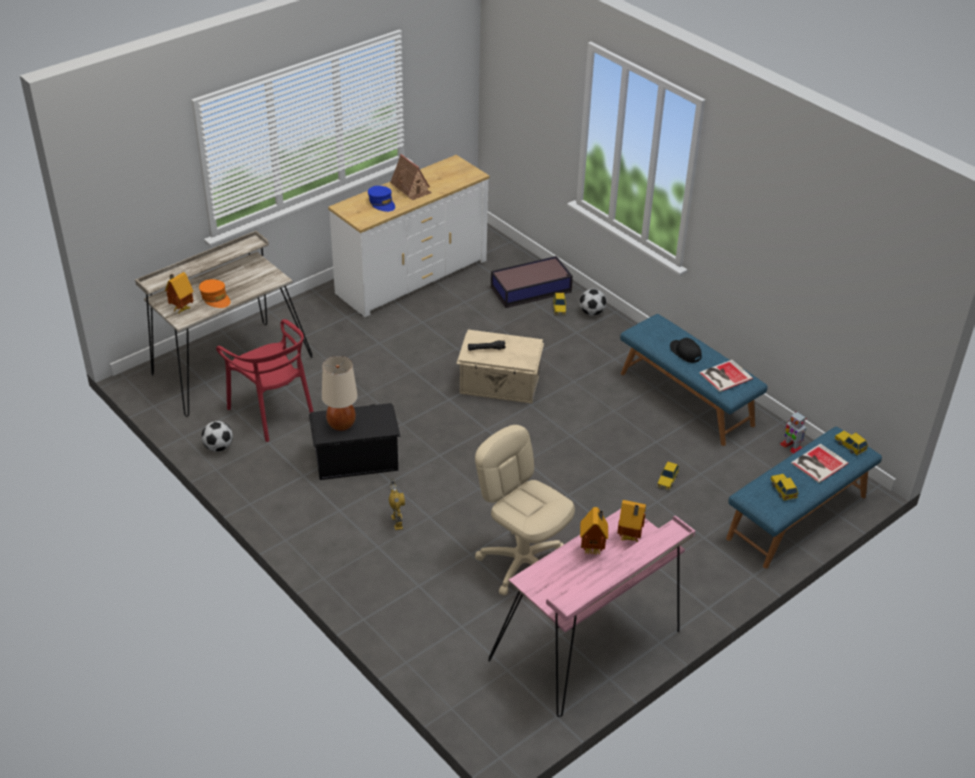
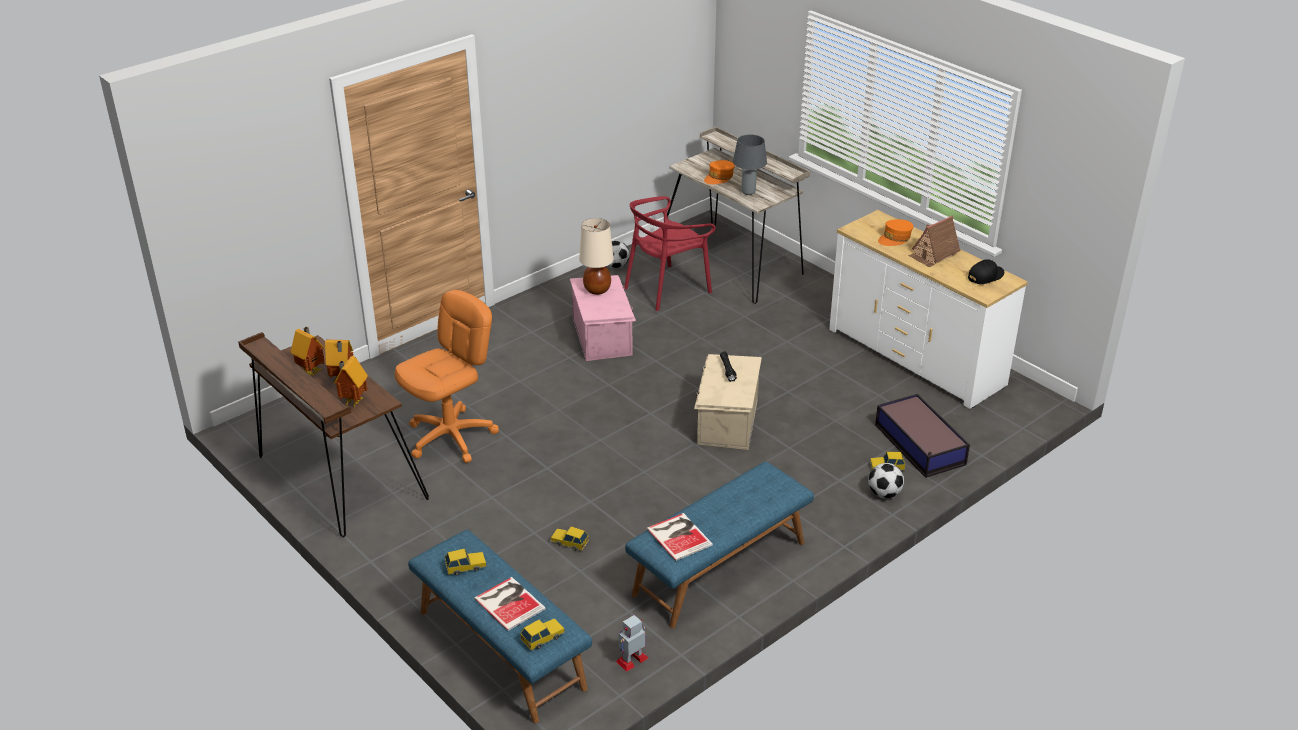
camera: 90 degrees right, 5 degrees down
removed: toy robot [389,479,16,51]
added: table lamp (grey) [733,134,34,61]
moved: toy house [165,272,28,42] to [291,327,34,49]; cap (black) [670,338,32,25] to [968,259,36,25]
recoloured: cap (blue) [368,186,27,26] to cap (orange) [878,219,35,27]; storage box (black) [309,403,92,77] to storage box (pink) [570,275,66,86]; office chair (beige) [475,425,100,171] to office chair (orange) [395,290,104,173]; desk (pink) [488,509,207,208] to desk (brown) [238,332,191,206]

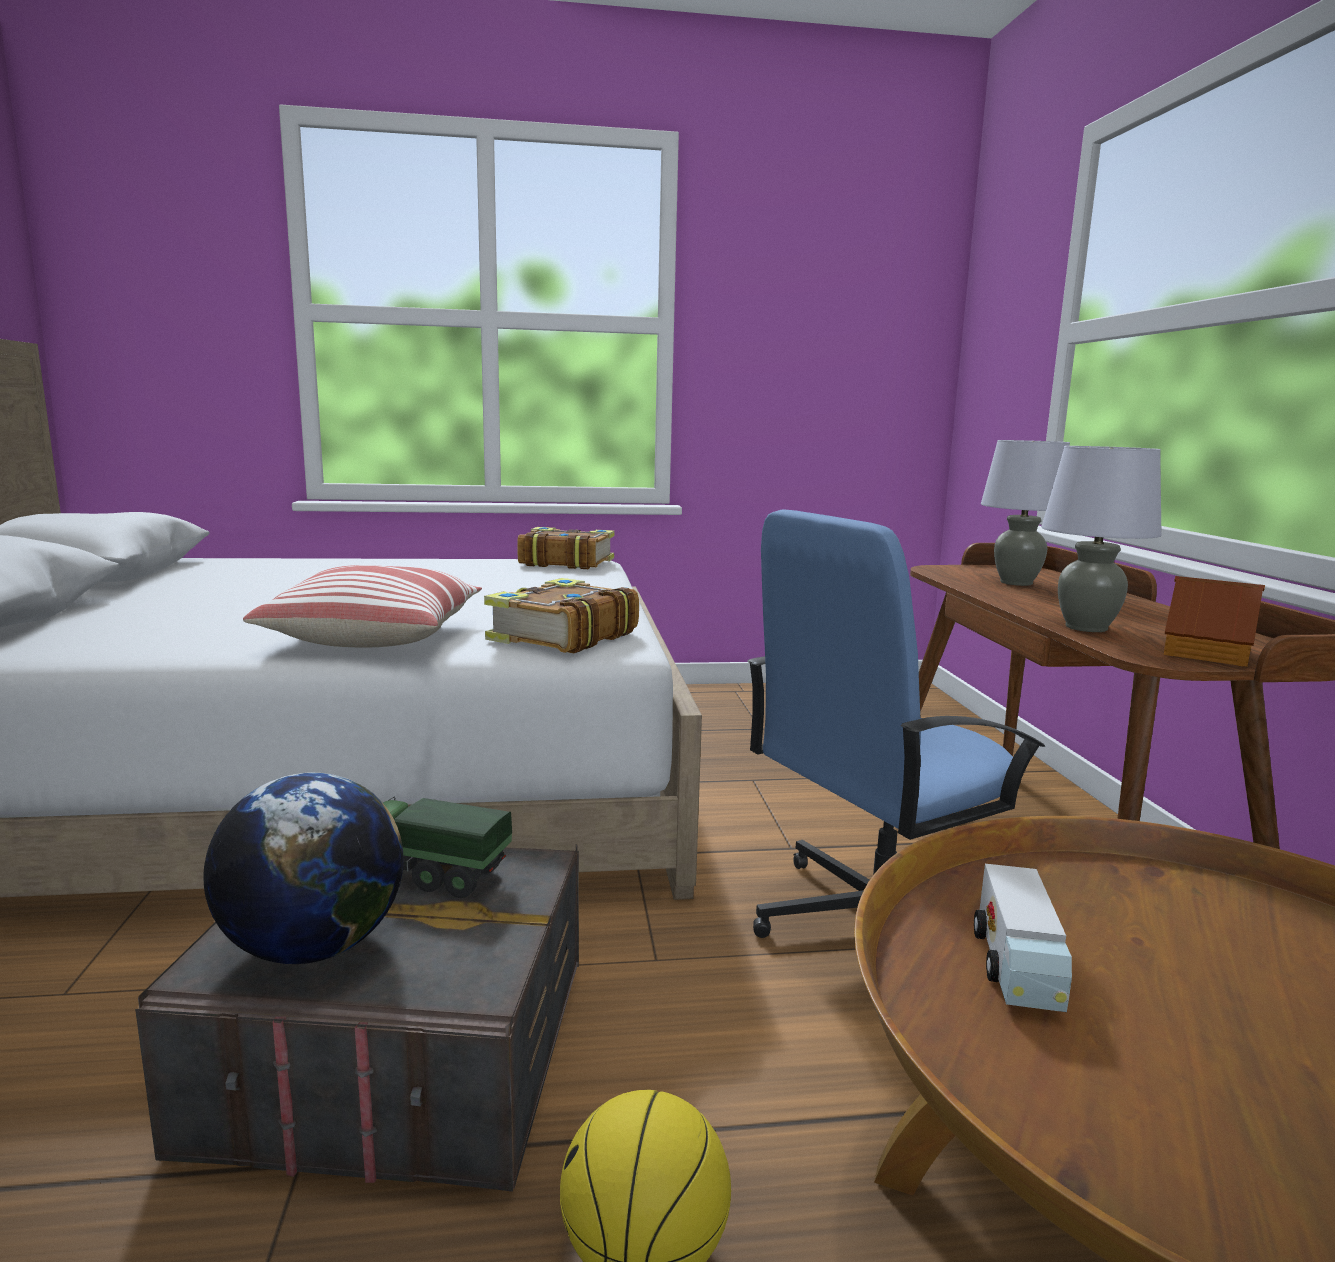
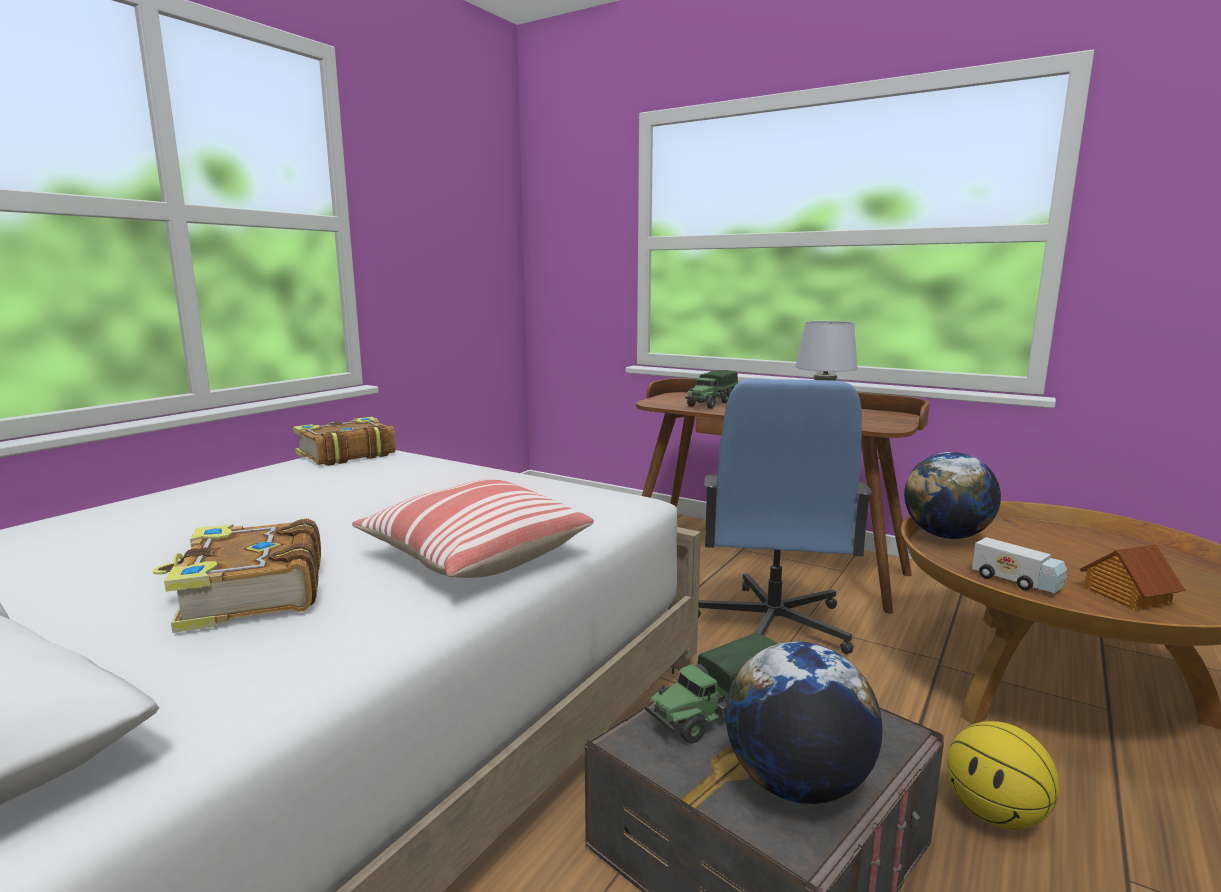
camera: 50 degrees left, 0 degrees up
added: globe [904,452,97,87]
moved: toy house [1164,576,101,91] to [1080,544,105,67]; book [484,578,155,75] to [153,518,168,115]
replaced: table lamp (grey) [981,440,89,146] to toy truck [685,370,53,39]

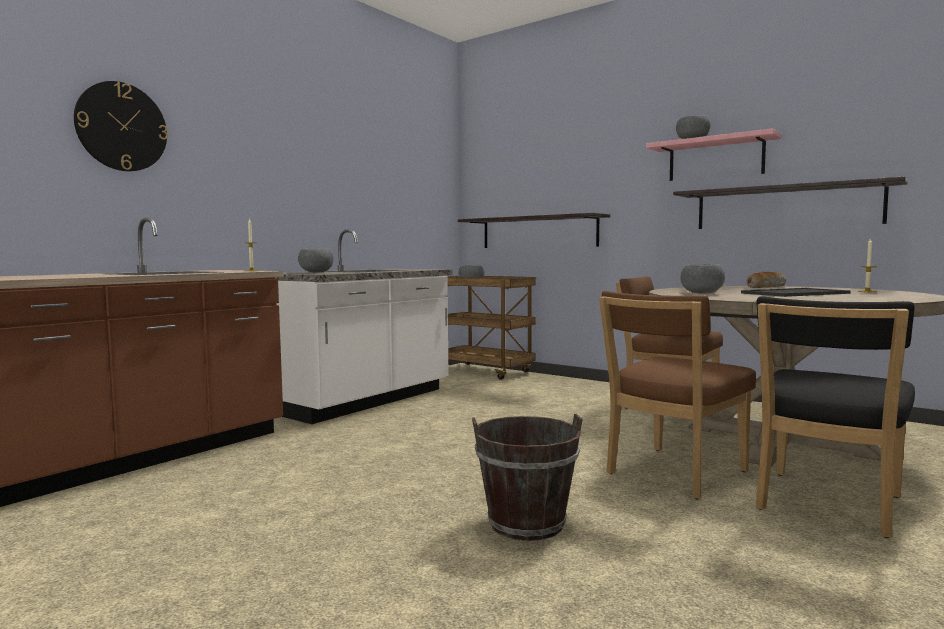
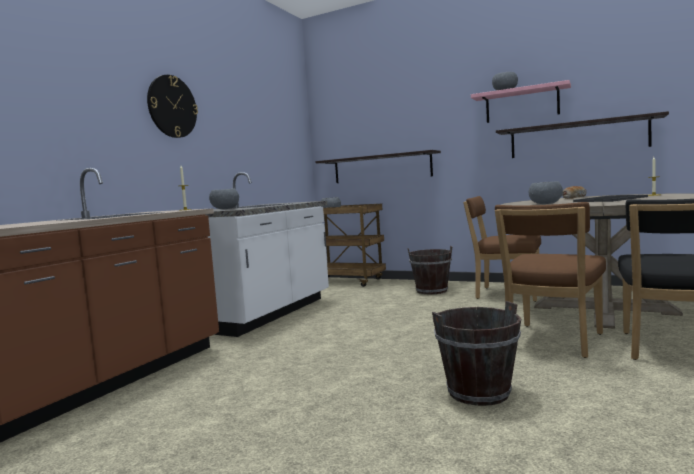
camera: 10 degrees left, 0 degrees up
added: bucket (brown) [408,246,44,48]
moved: wall clock [74,81,94,90] to [147,75,51,63]

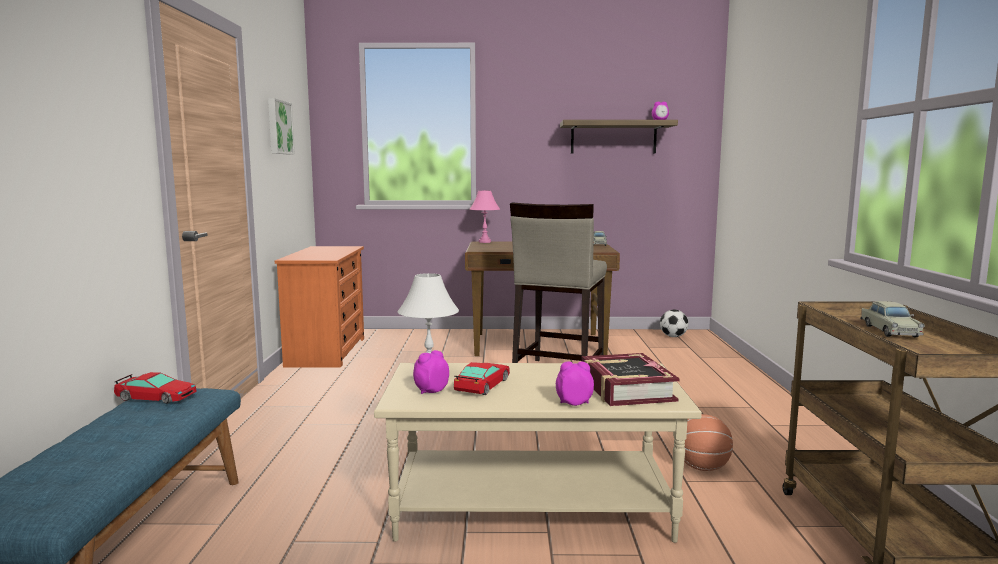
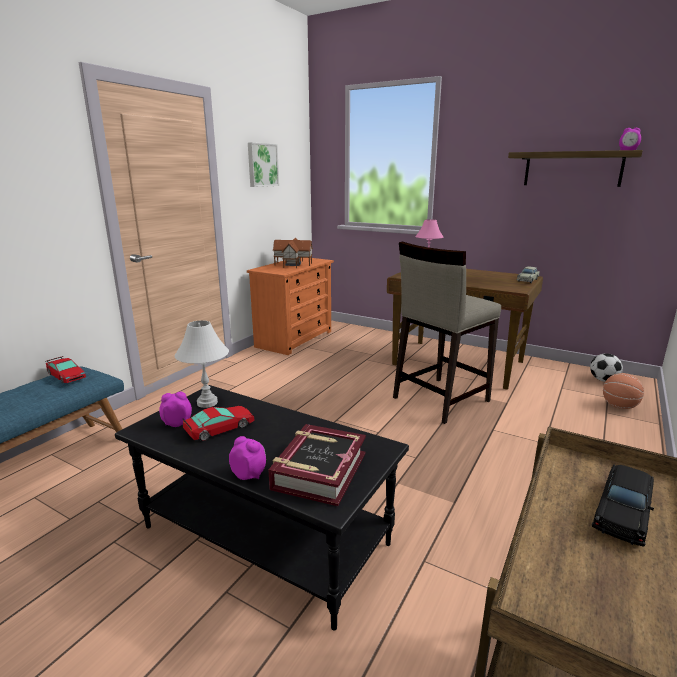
camera: 30 degrees right, 10 degrees up
added: toy house [273,238,40,30]
moved: basketball [684,414,49,57] to [603,373,41,36]
recoloured: toy car (beige) [860,301,65,36] to toy car (black) [592,464,62,83]; coffee table (beige) [374,363,328,180] to coffee table (black) [115,385,294,246]

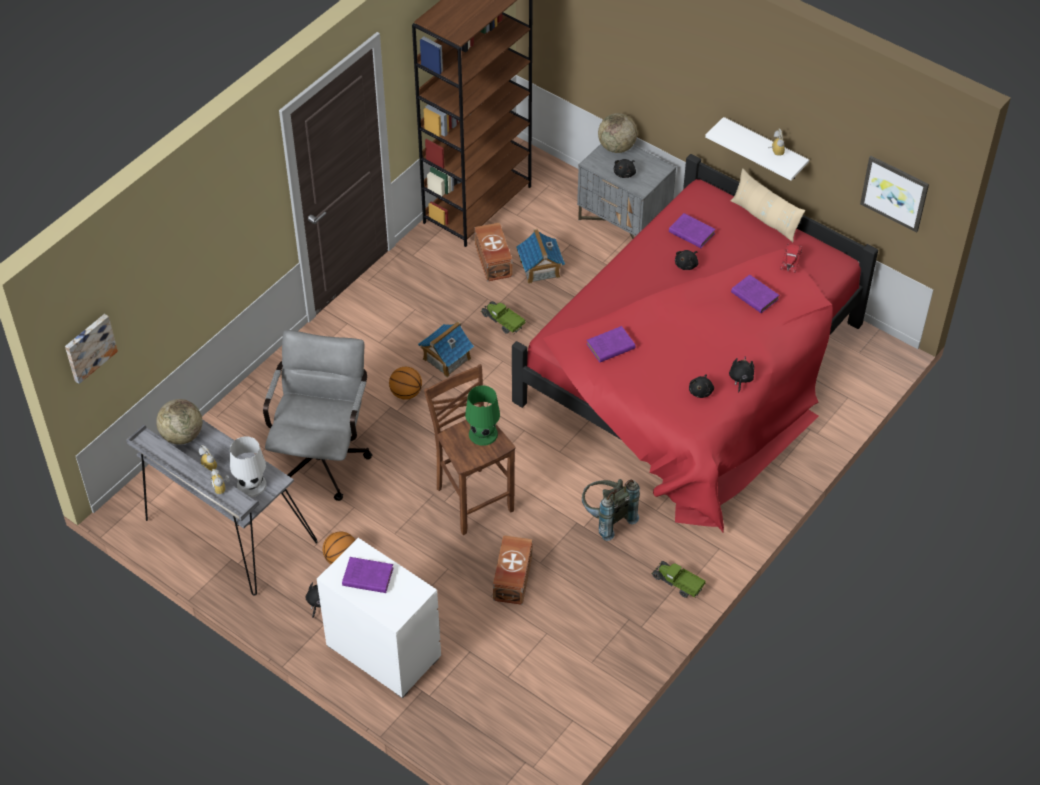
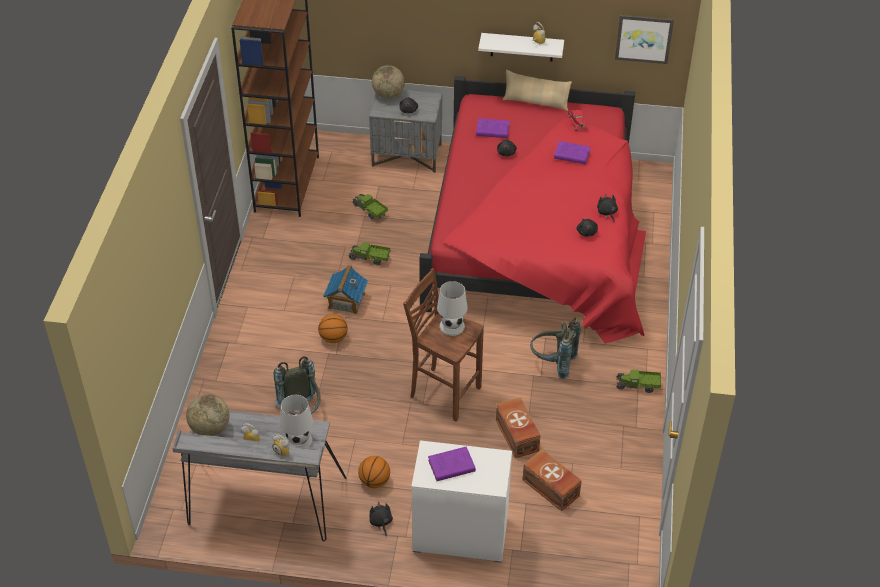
camera: 30 degrees left, 5 degrees down
removed: picture [65,314,53,70]; book (purple) [586,326,49,37]
moved: storage box (brown) [475,223,37,59] to [522,450,60,62]
replaced: toy house [516,229,49,55] to toy truck [353,194,35,25]; office chair (grey) [263,330,109,171] to backpack (grey) [274,356,47,59]
recoloured: table lamp (green) [465,385,35,61] to table lamp (white) [437,281,31,55]

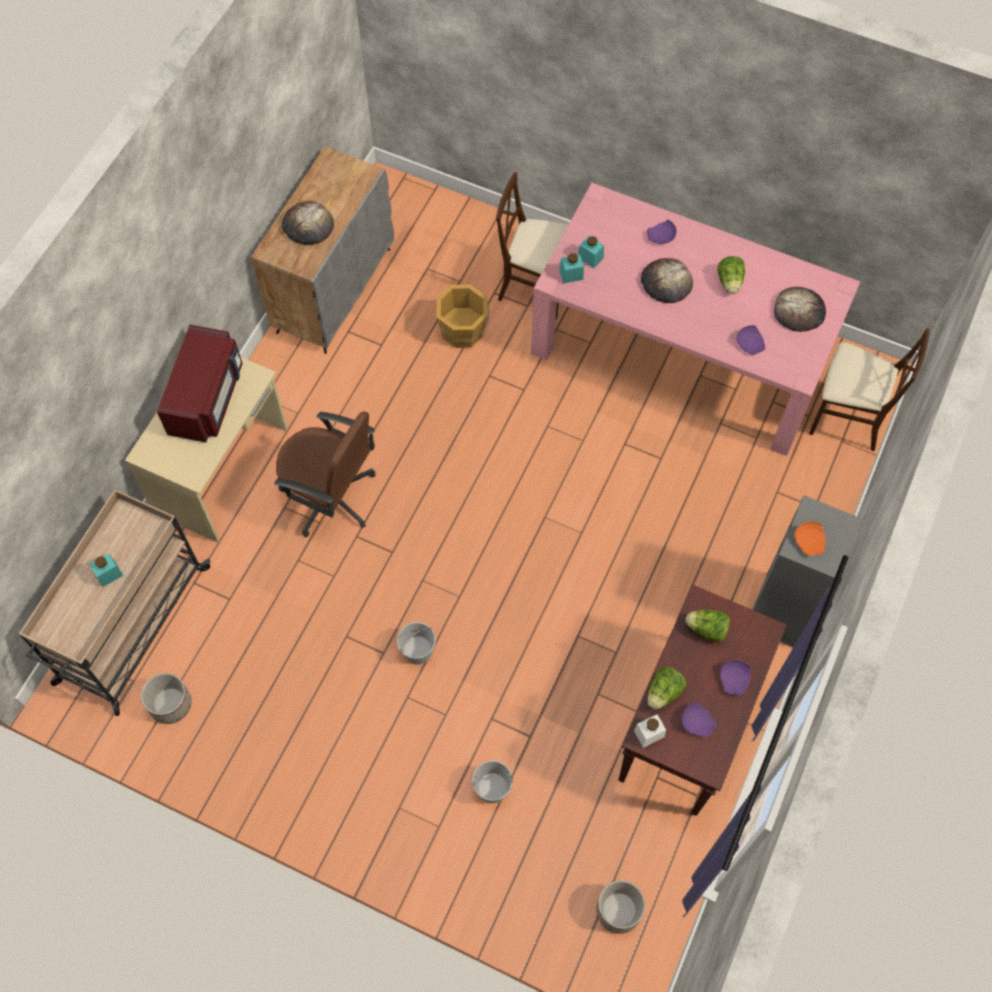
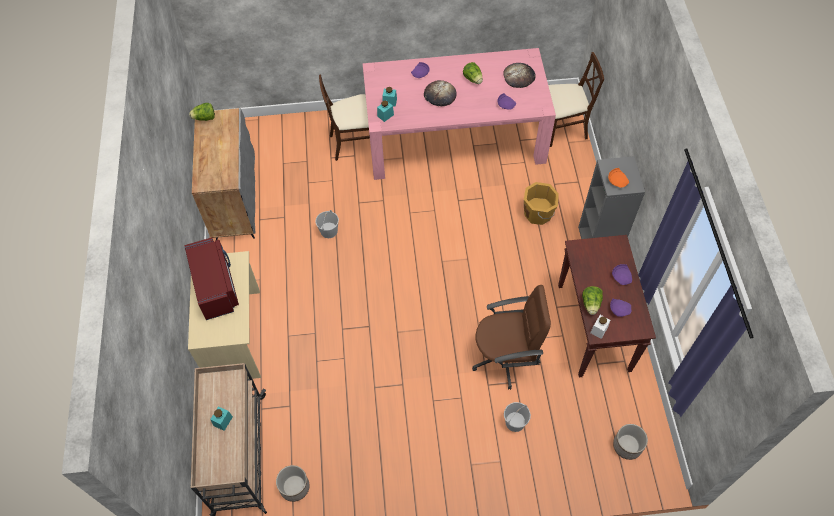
camera: 30 degrees left, 5 degrees down
removed: bread [282,201,52,44]
moved: bucket (orange) [437,284,52,64] to [524,182,35,43]; office chair (brown) [274,412,102,125] to [472,285,79,105]; lettuce [686,610,44,33] to [189,103,26,18]; bucket (white) [397,622,39,43] to [315,210,24,28]

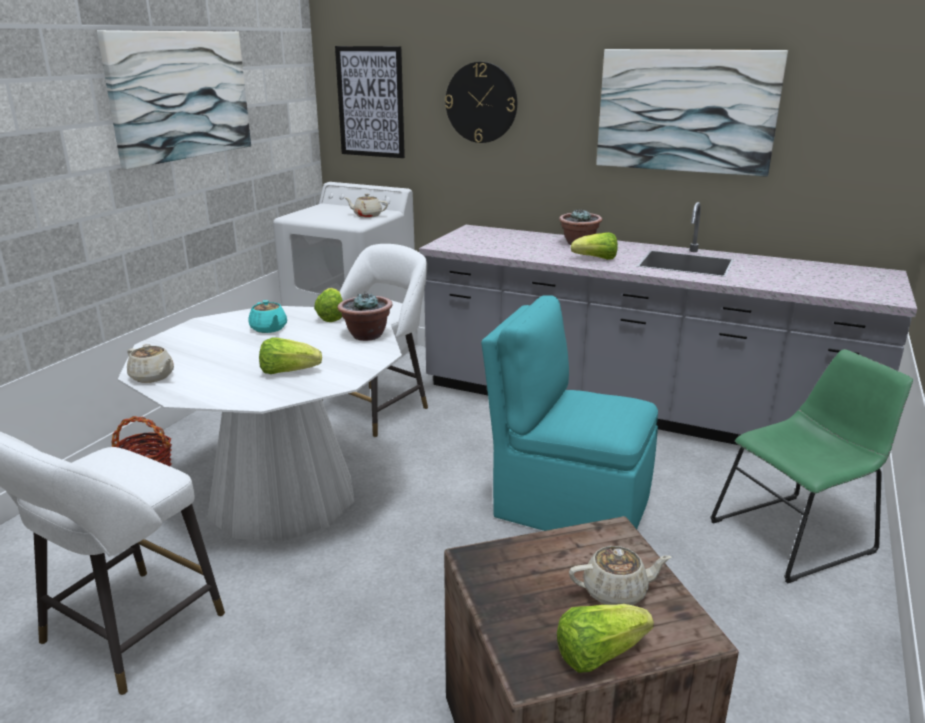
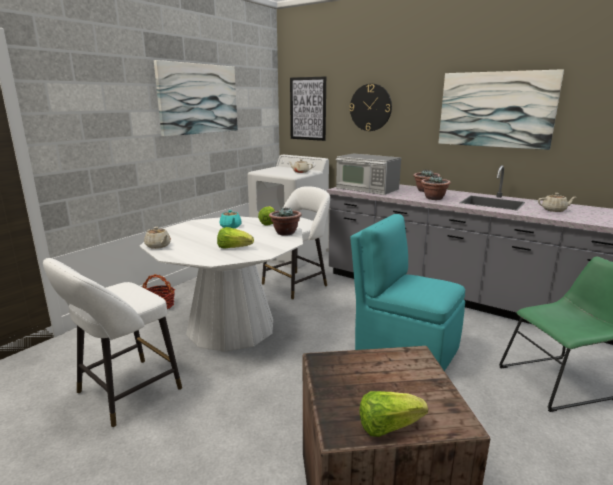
camera: 10 degrees right, 5 degrees down
added: microwave [336,153,65,42]
moved: teapot (beige) [569,546,103,59] to [538,193,38,19]
replaced: lettuce [571,232,47,28] to potted plant [421,176,30,24]

